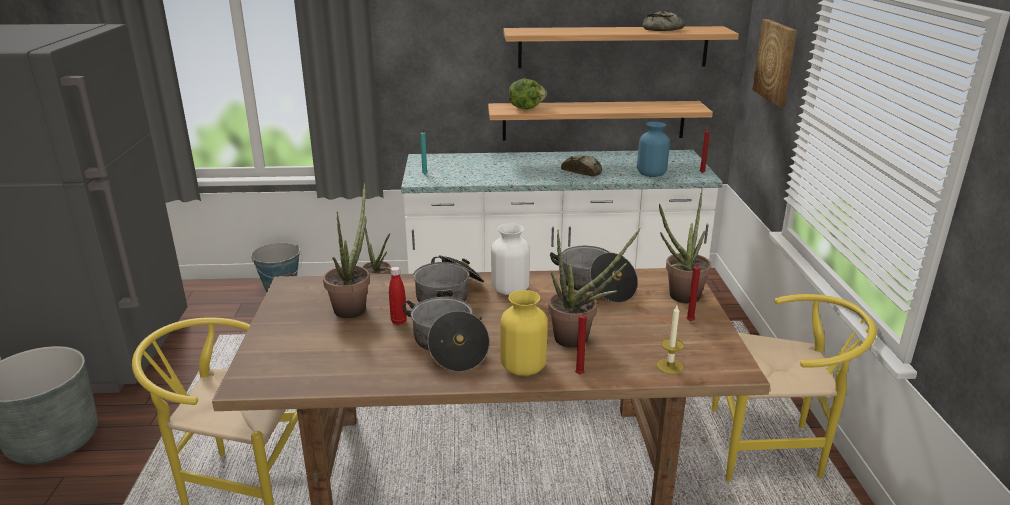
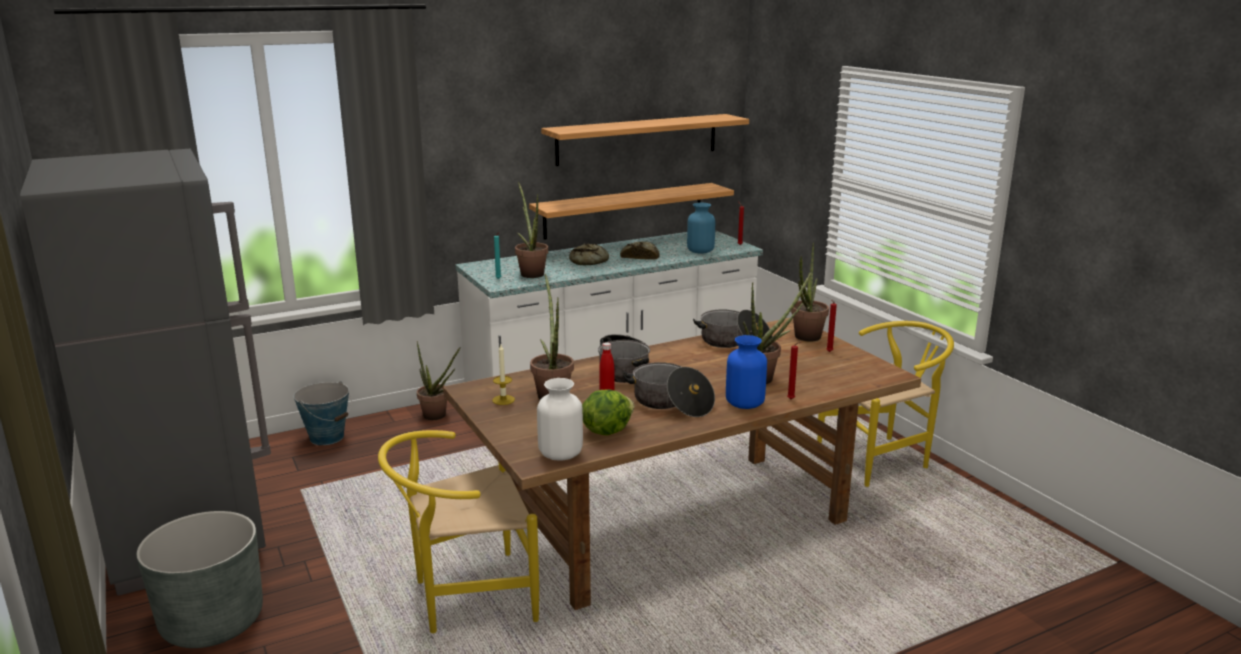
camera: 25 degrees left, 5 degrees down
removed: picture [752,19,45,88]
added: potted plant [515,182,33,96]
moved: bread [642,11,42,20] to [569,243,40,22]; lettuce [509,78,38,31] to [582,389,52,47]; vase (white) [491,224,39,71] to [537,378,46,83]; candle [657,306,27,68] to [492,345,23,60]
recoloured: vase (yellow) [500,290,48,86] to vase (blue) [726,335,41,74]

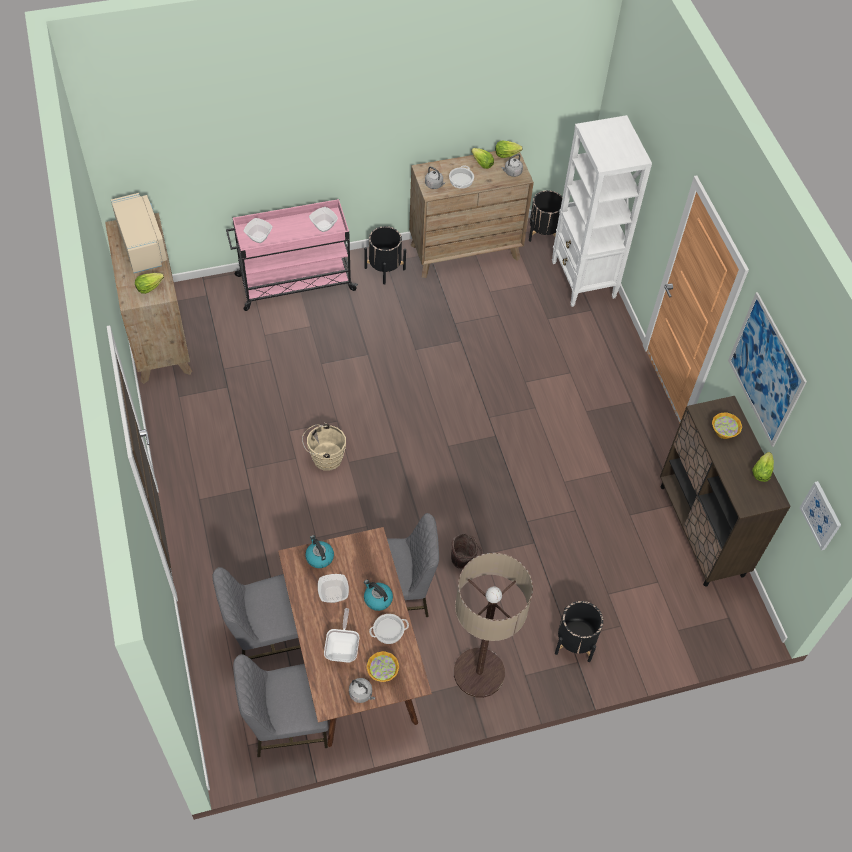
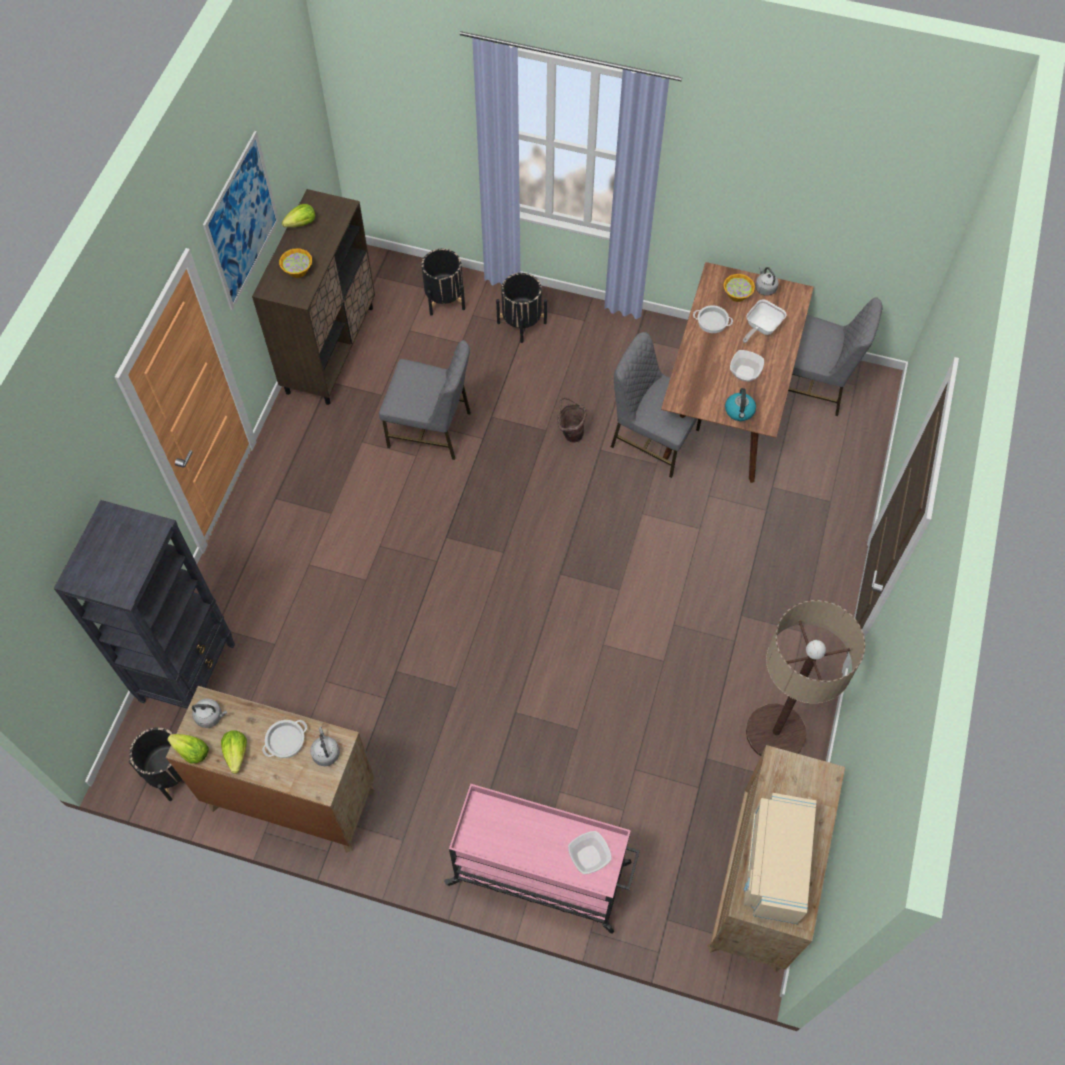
camera: 145 degrees left, 5 degrees up
removed: bowl [309,207,29,25]; lettuce [135,273,29,21]; bucket (beige) [302,422,44,49]; picture [800,481,41,70]; kettle [364,580,29,31]
moved: planter (black) [364,226,42,58] to [422,249,43,67]; floor lamp [454,553,79,145] to [746,600,119,156]; chair (grey) [212,567,89,92] to [379,340,92,120]
recoloured: bookcase (white) [552,115,100,192] to bookcase (black) [54,500,181,209]

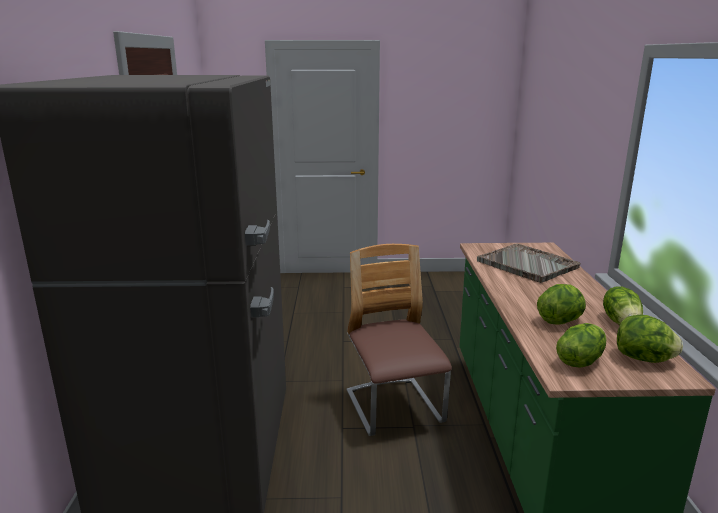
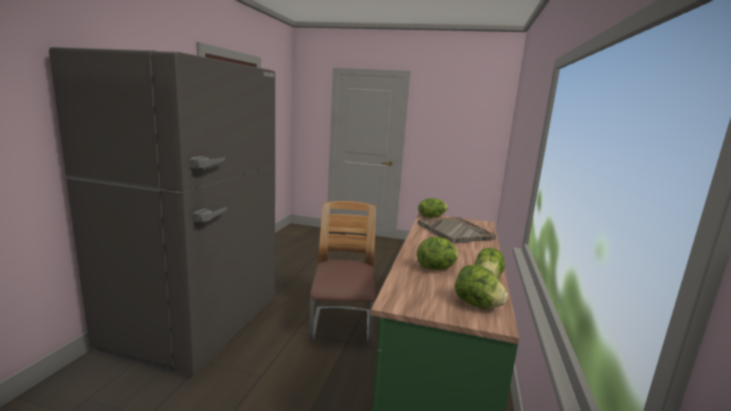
camera: 15 degrees right, 5 degrees down
moved: lettuce [556,323,51,44] to [418,198,30,20]

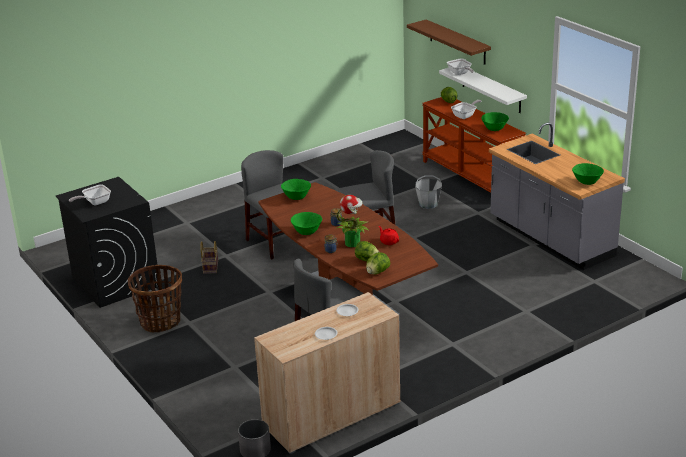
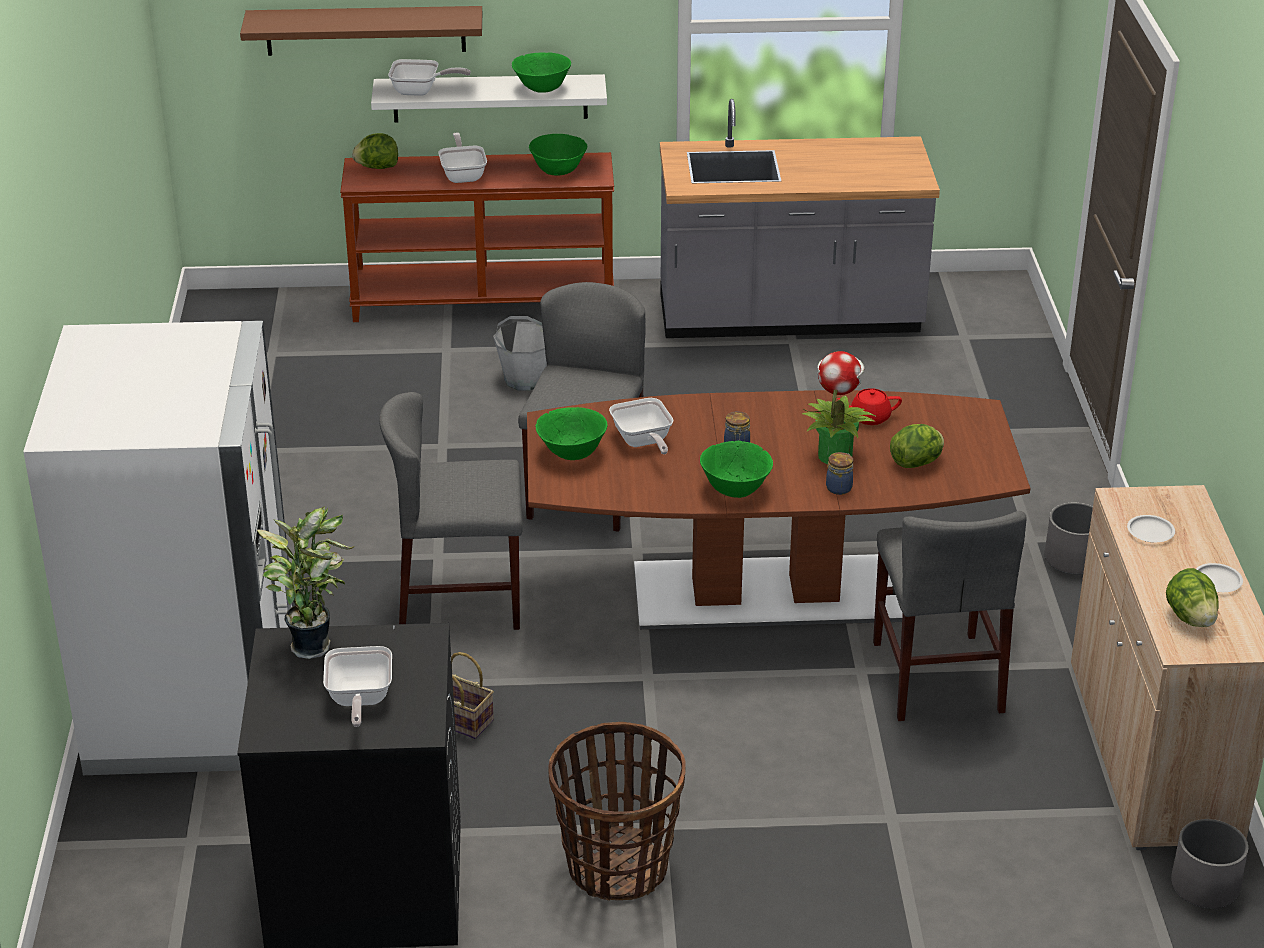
camera: 60 degrees left, 5 degrees up
added: fridge (white) [23,321,271,454]; frying pan [609,398,65,56]; planter (grey) [1045,503,48,71]; potted plant [257,506,97,153]
moved: bowl (green) [572,163,32,22] to [512,52,59,41]; lettuce [366,252,24,23] to [1166,568,53,59]

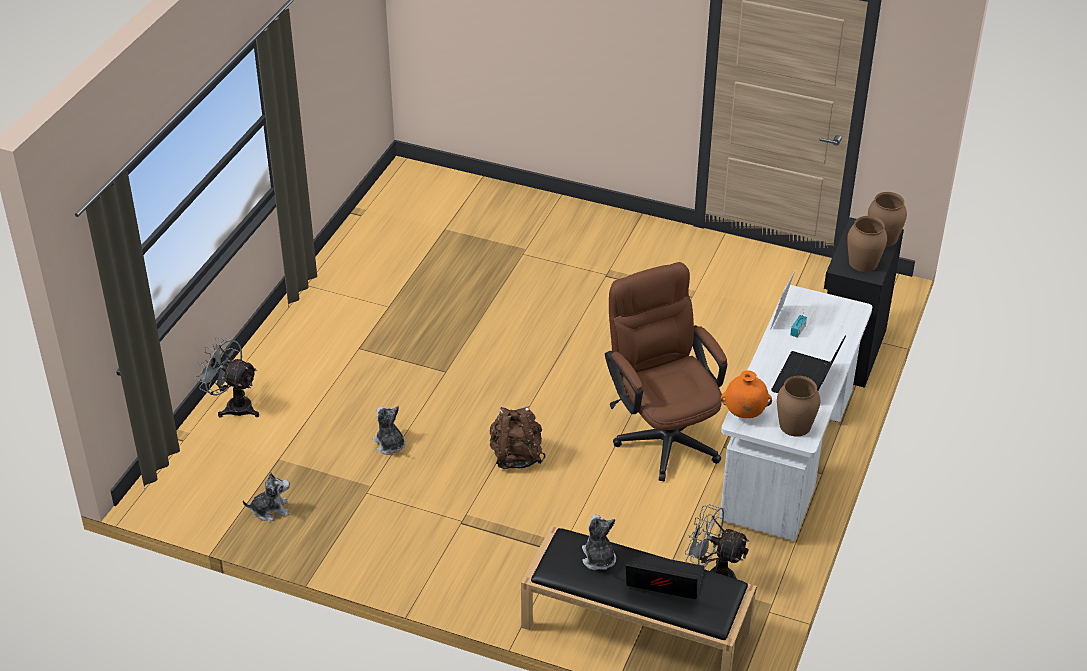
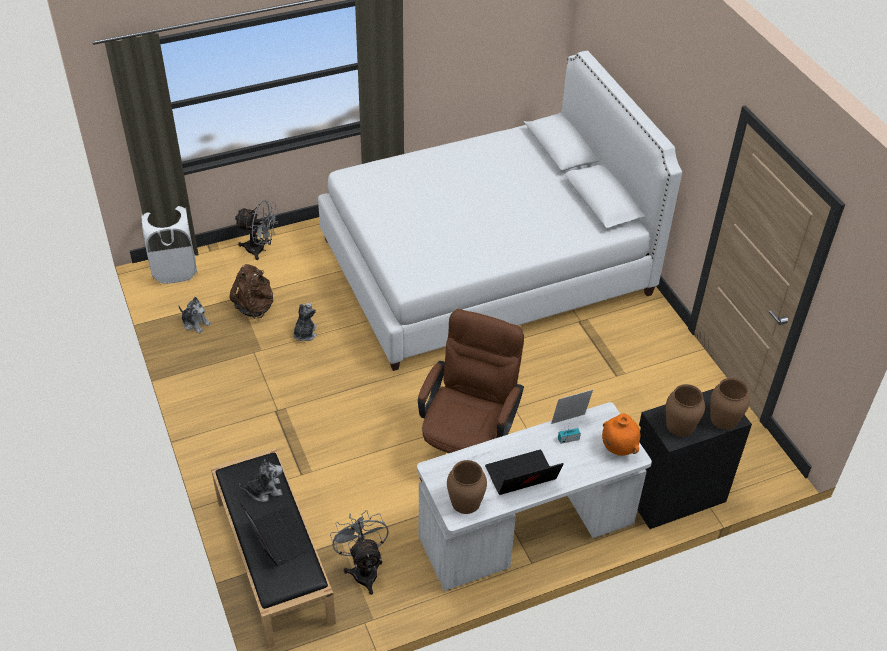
camera: 45 degrees right, 5 degrees up
added: bed (white) [318,51,364,320]; laundry basket (white) [141,206,56,78]
moved: vase (orange) [721,370,51,48] to [602,414,38,42]; backpack (brown) [490,407,56,62] to [229,264,44,55]
turned: fan (grey) [195,337,64,81] = [235,200,44,60] 120 degrees clockwise; plush toy [582,514,34,56] = [239,459,44,43] 45 degrees clockwise

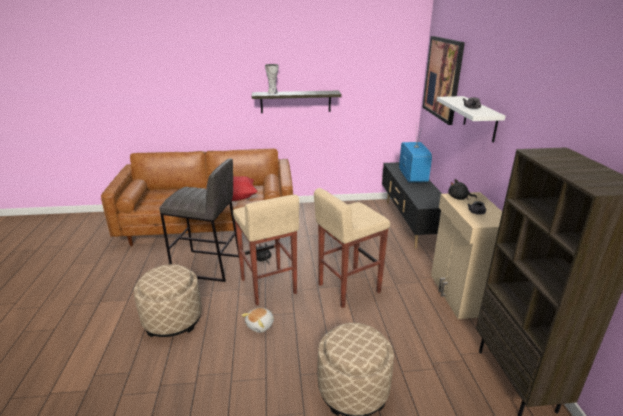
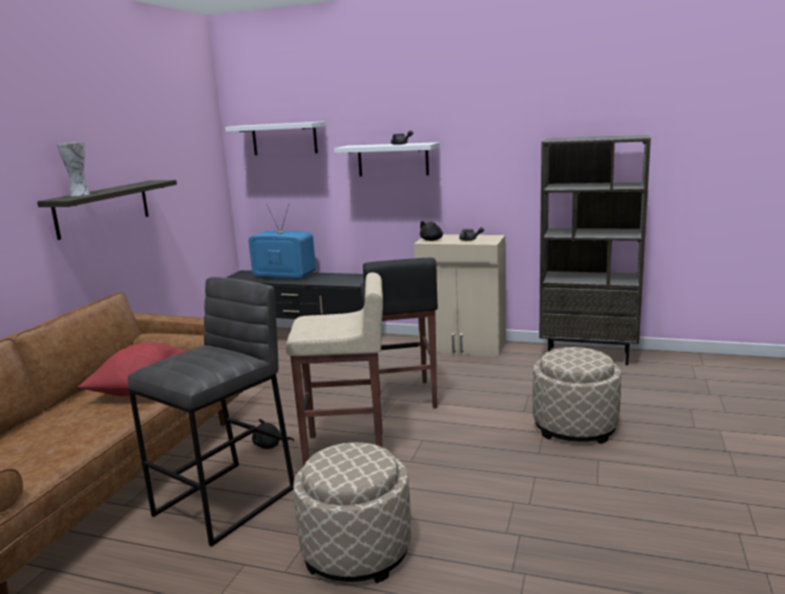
camera: 65 degrees left, 10 degrees down
removed: plush toy [241,308,33,25]
replaced: picture [422,36,43,89] to shelf (white) [225,121,101,34]
recoloured: stool (beige) [314,188,76,120] to stool (black) [361,258,77,150]

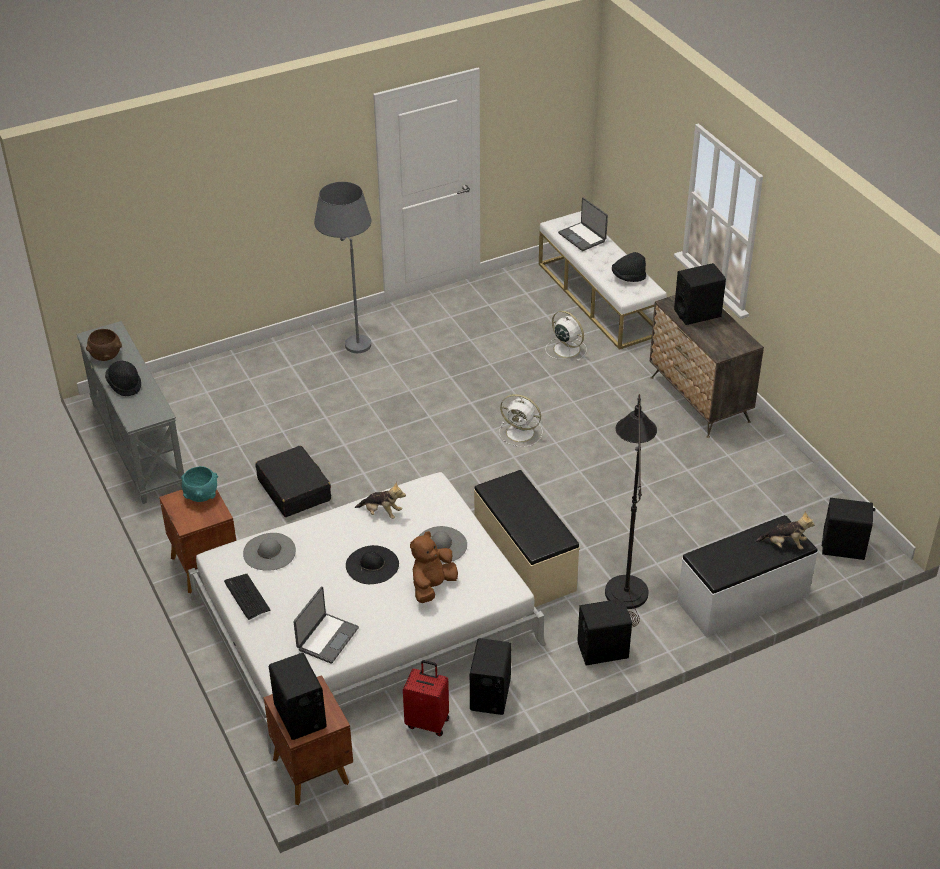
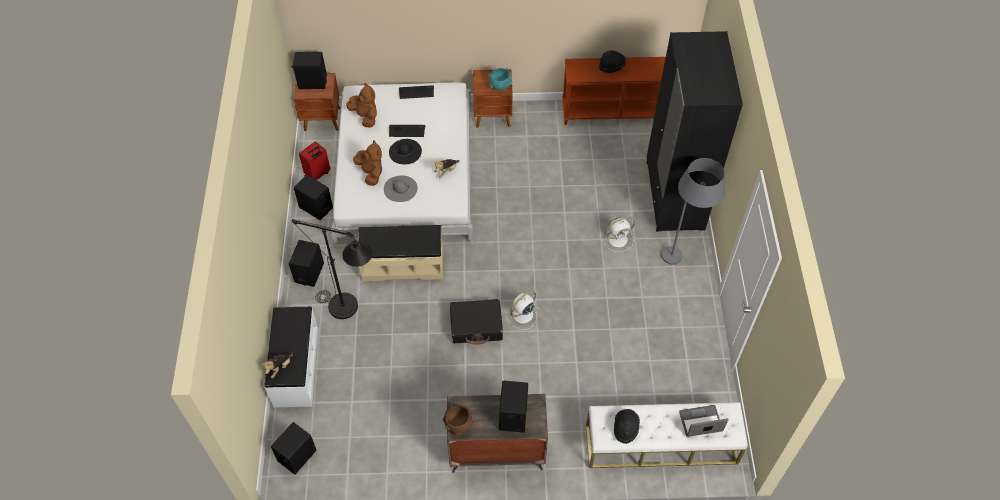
camera: 115 degrees right, 15 degrees up
removed: hat (grey) [243,533,53,38]
added: wardrobe (black) [647,31,96,200]; keyboard [389,125,36,12]
moved: fan (white) [545,311,42,50] to [601,217,34,35]; bowl (brown) [86,329,36,32] to [443,404,30,32]; suitcase (black) [255,445,76,72] to [450,299,53,46]
replaced: laptop [294,587,65,77] to plush toy (brown) [346,83,31,44]
recoloured: console table (grey) [76,321,108,183] to console table (brown) [562,57,104,68]

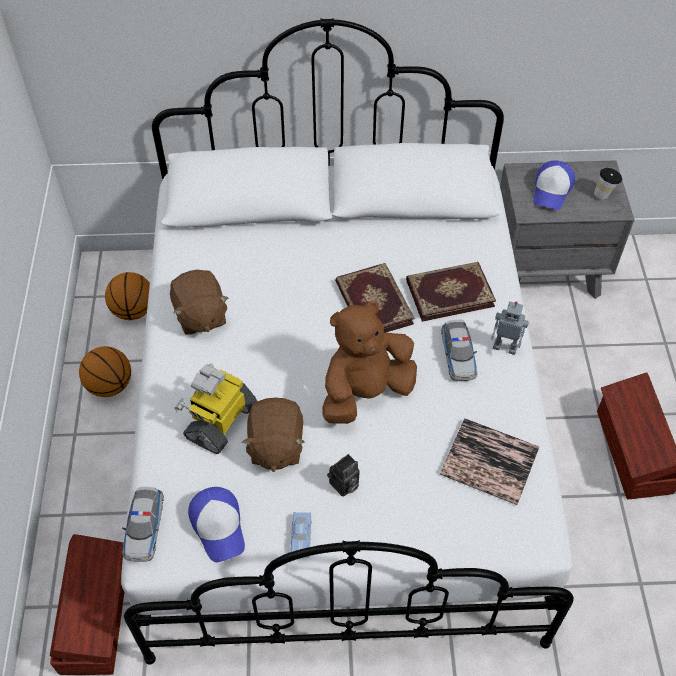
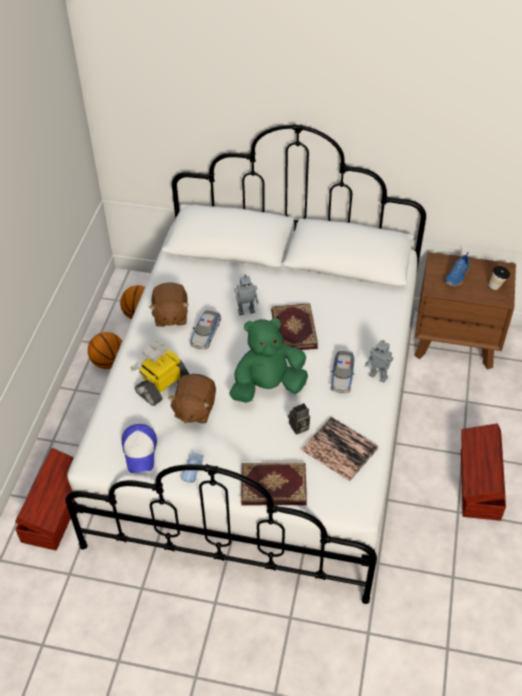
camera: 15 degrees right, 5 degrees down
added: toy robot [235,275,24,40]
moved: book [406,262,90,60] to [241,463,66,42]; photo camera [327,454,33,43] to [288,403,22,32]; toy car [122,487,42,75] to [190,309,31,40]
replaced: cap [533,160,42,50] to shoe (blue) [445,252,25,35]
recoloured: nightstand (grey) [500,160,134,139] to nightstand (brown) [414,252,102,117]; plush toy (brown) [322,301,95,123] to plush toy (green) [229,318,79,85]

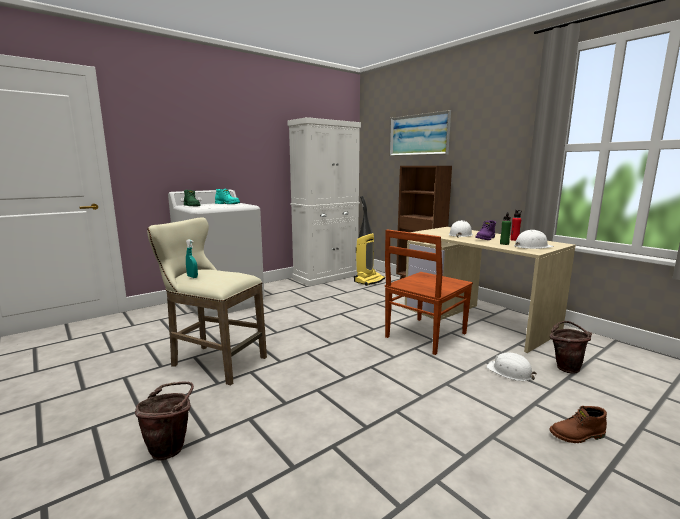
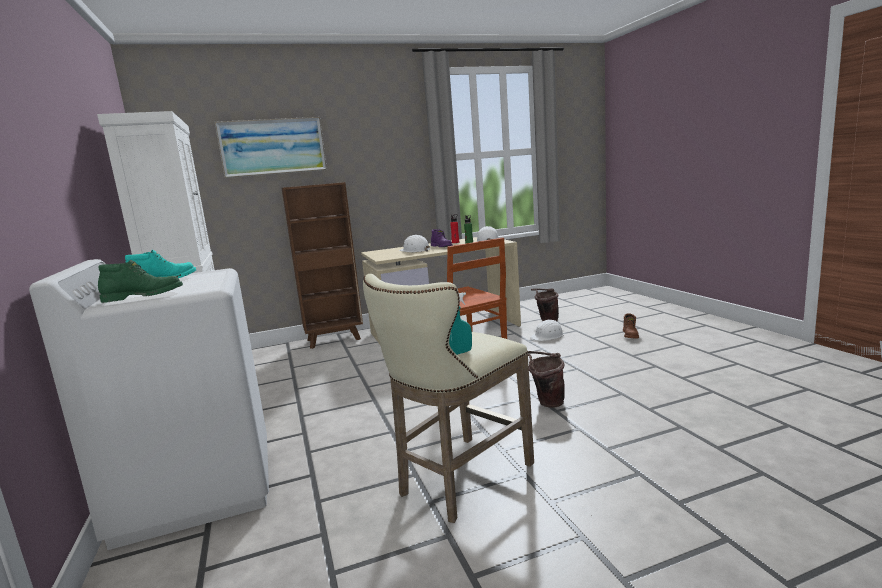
camera: 70 degrees left, 0 degrees up
removed: vacuum cleaner [354,196,31,90]
moved: bucket (brown) [135,381,59,80] to [528,351,37,57]

